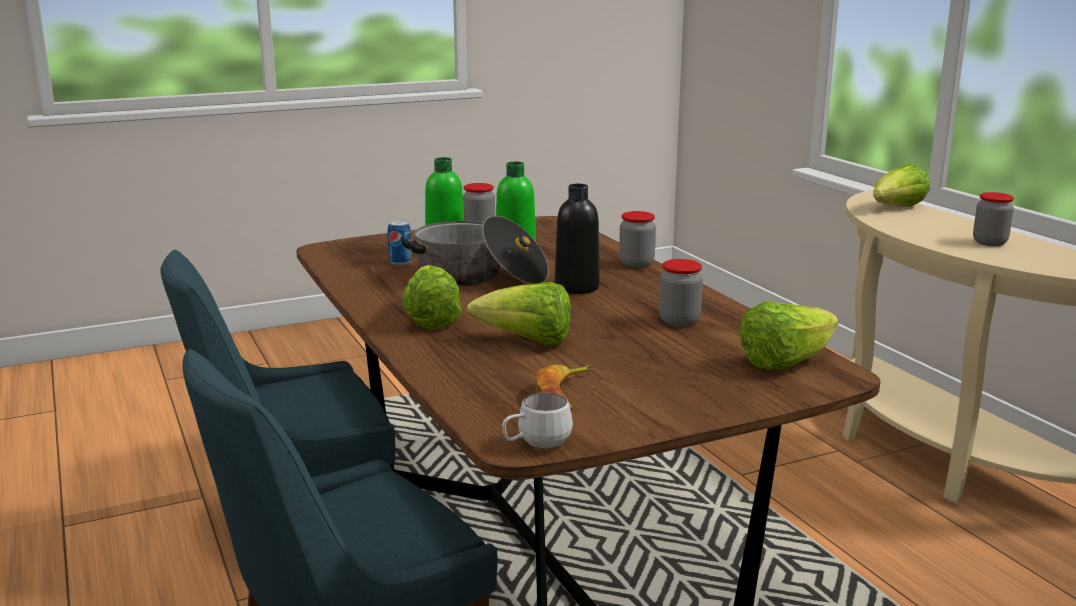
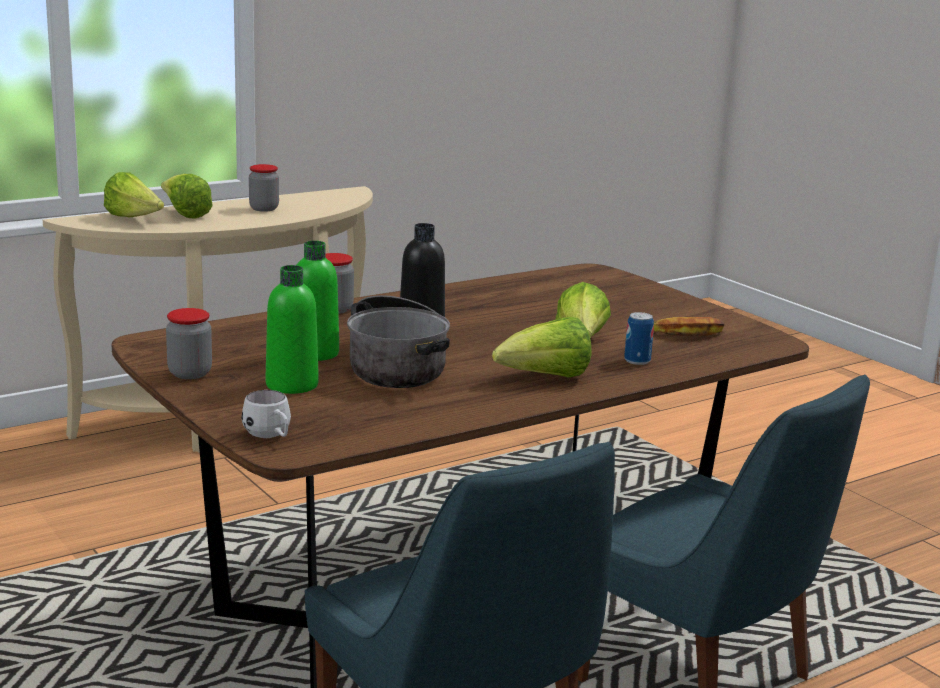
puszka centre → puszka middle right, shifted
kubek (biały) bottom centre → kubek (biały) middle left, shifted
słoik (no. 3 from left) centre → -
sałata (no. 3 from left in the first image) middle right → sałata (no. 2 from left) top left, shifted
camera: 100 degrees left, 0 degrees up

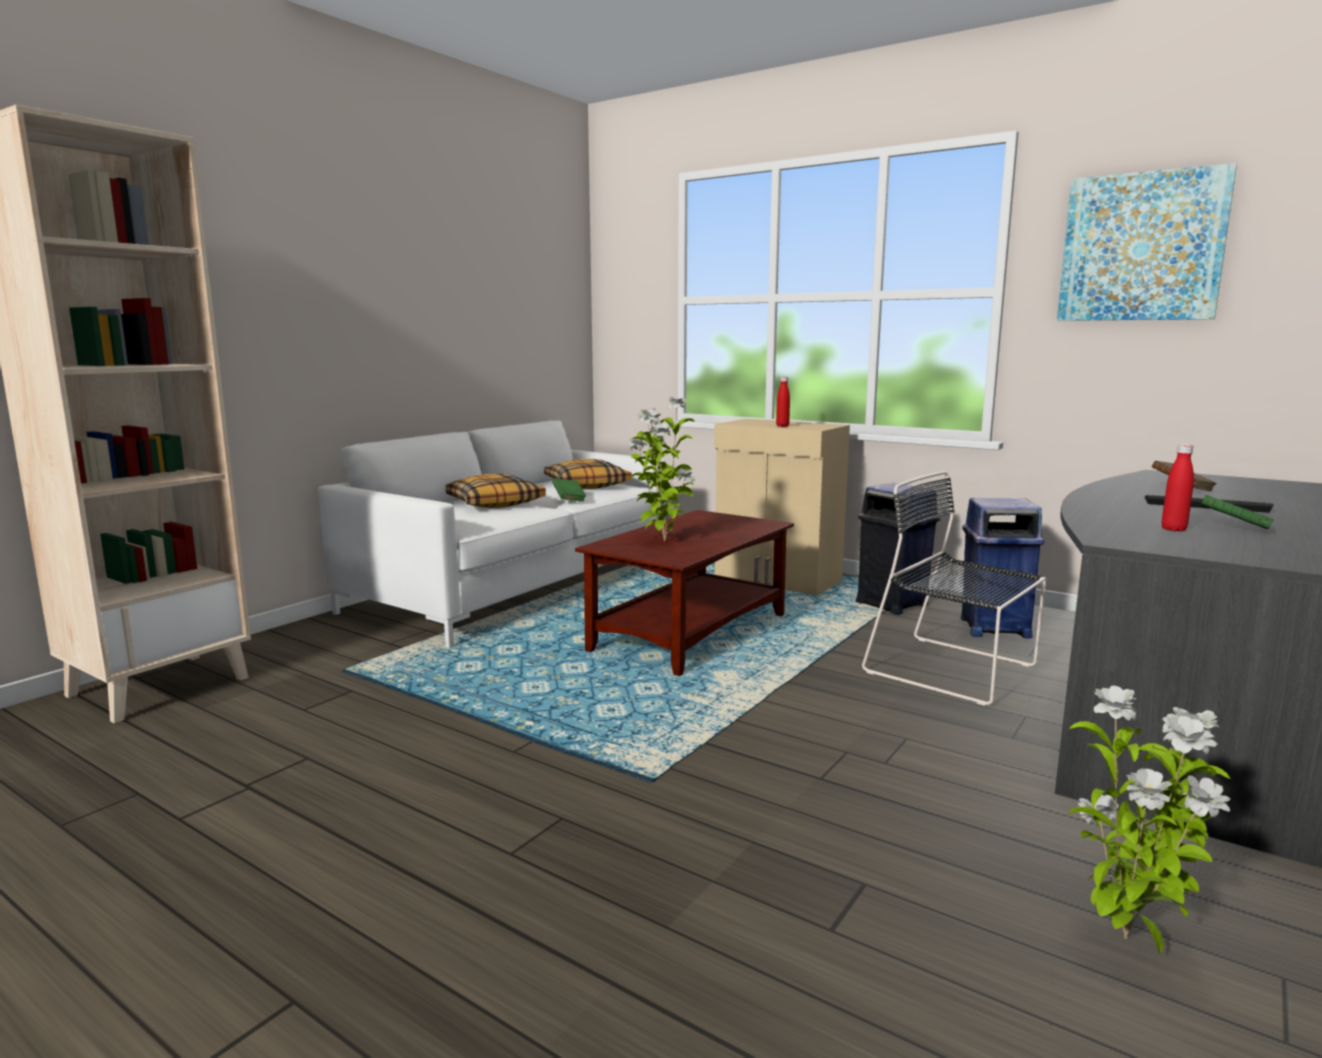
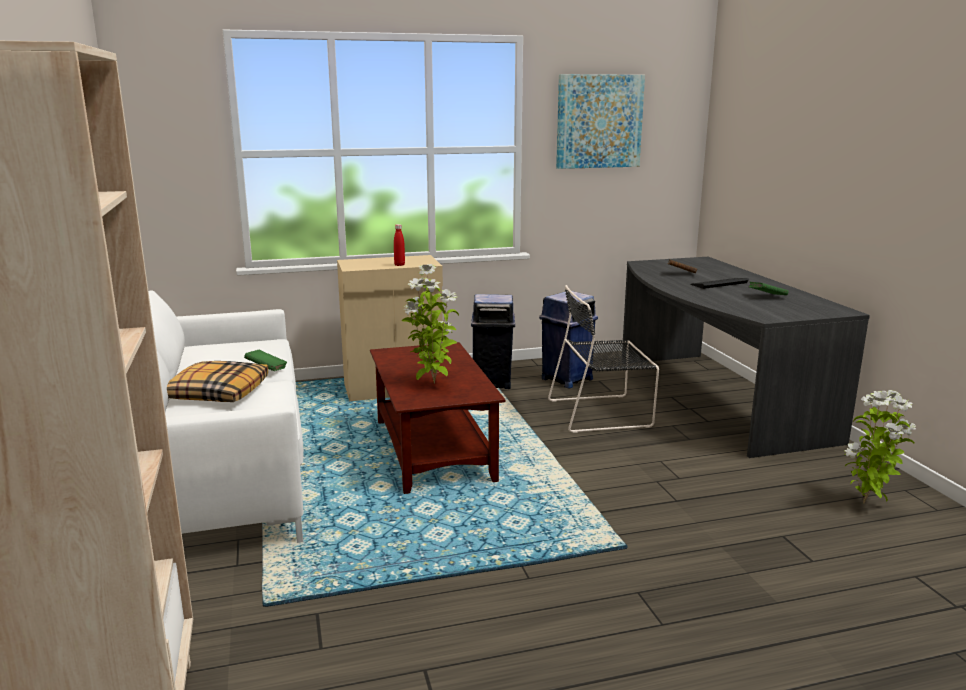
poduszka (no. 2 from left) centre → -
butelka (czerwony) (no. 2 from left) middle right → -
camera: 50 degrees left, 5 degrees up

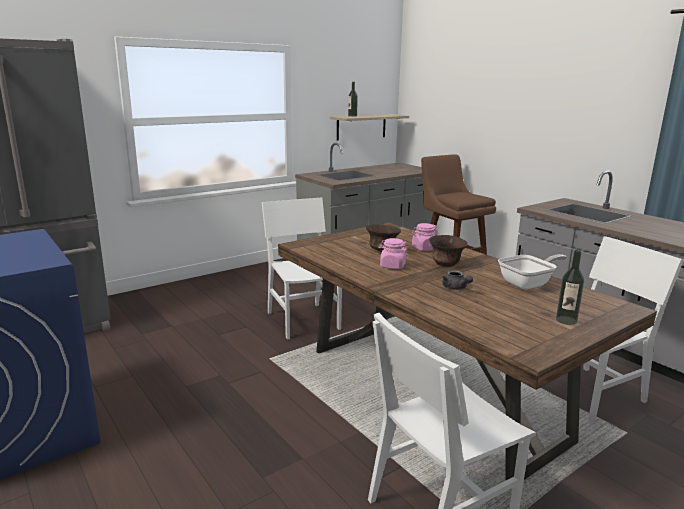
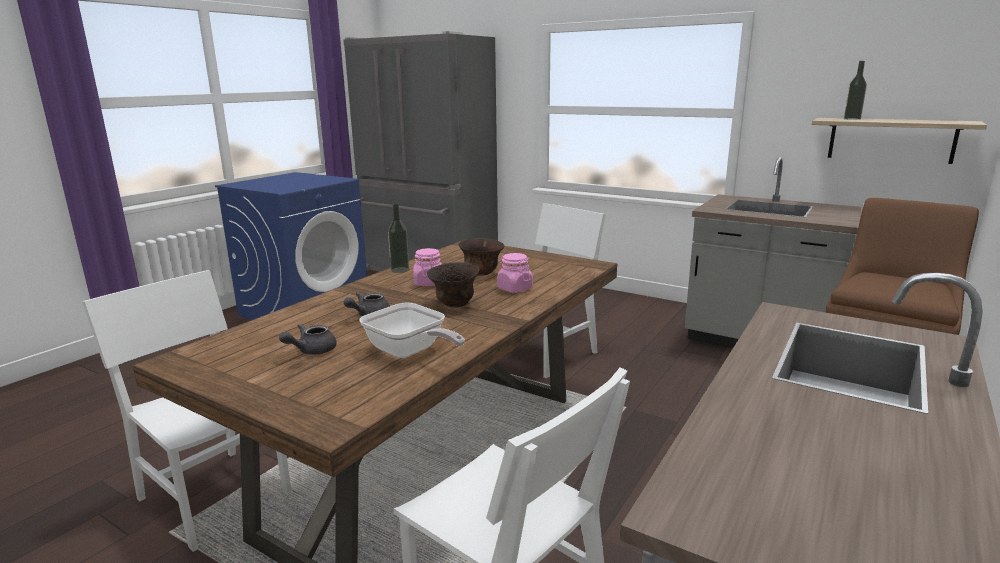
butelka (no. 2 from left in the first image) middle right → butelka (no. 1 from left) centre, shifted
- → imbryk (szary) (no. 1 from left) middle left
camera: 70 degrees right, 0 degrees up

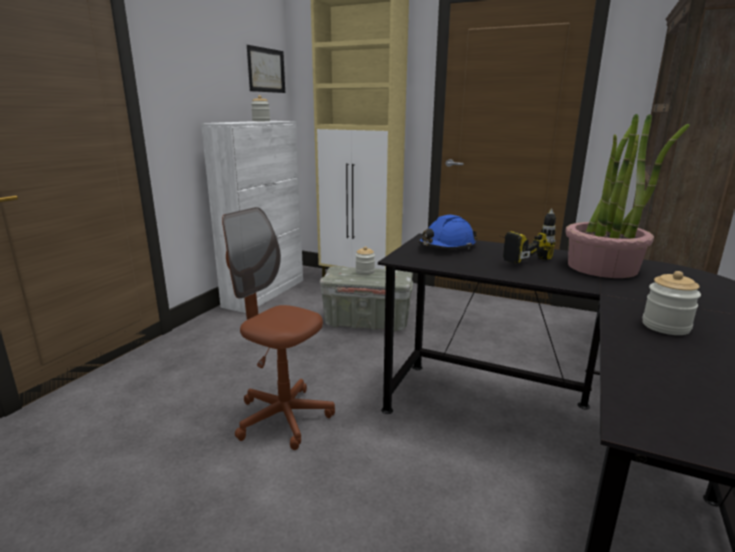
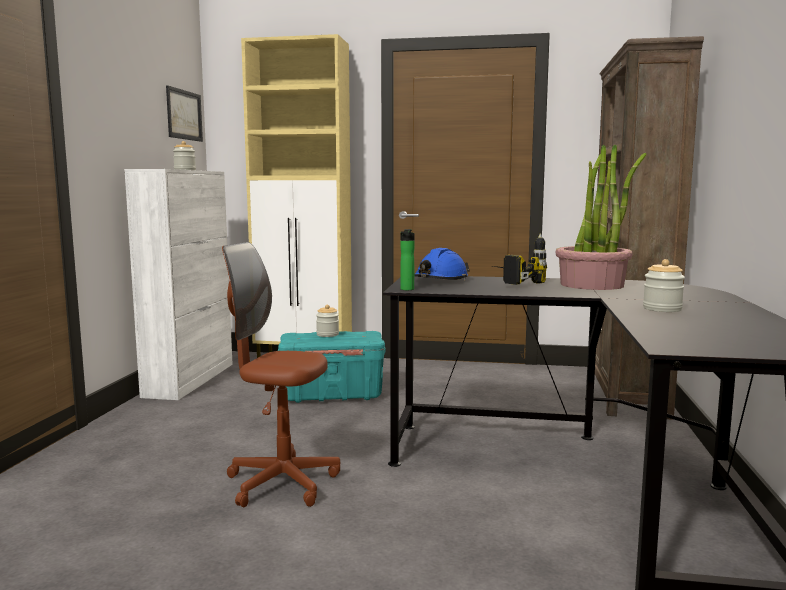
pojemnik do przechowywania (szary) centre → pojemnik do przechowywania (turkusowy) centre
- → butelka centre
camera: 15 degrees left, 10 degrees down

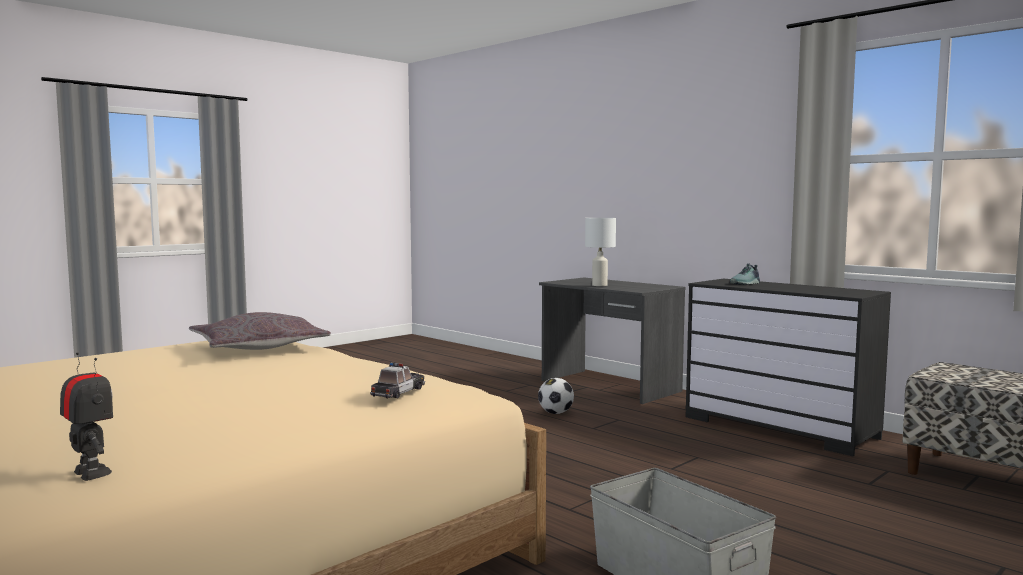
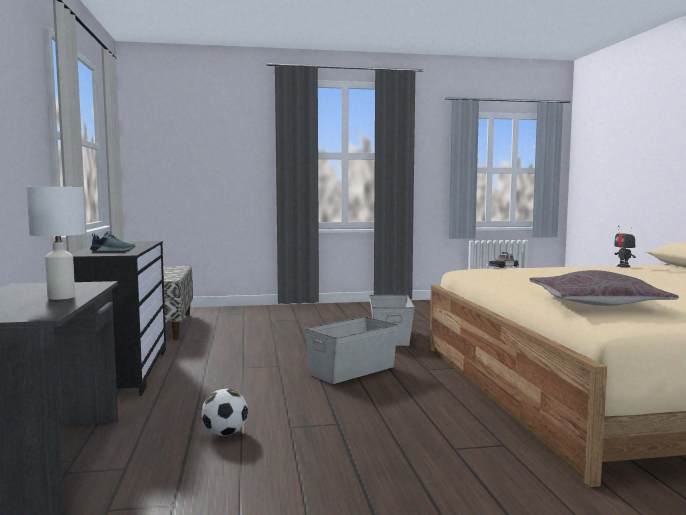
- → pojemnik do przechowywania (szary) (no. 1 from left) bottom centre
camera: 145 degrees left, 0 degrees up

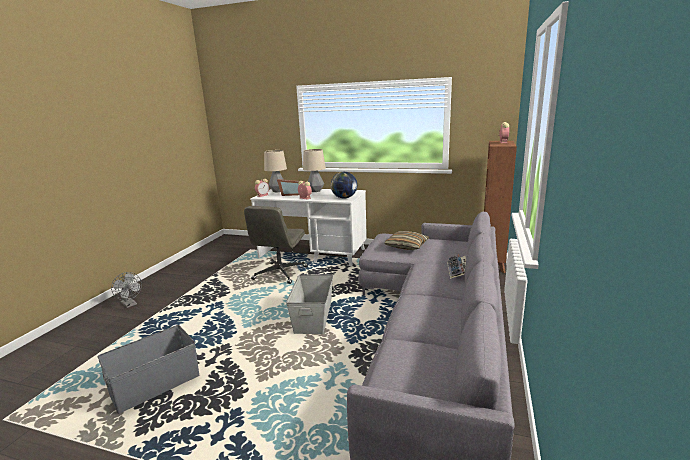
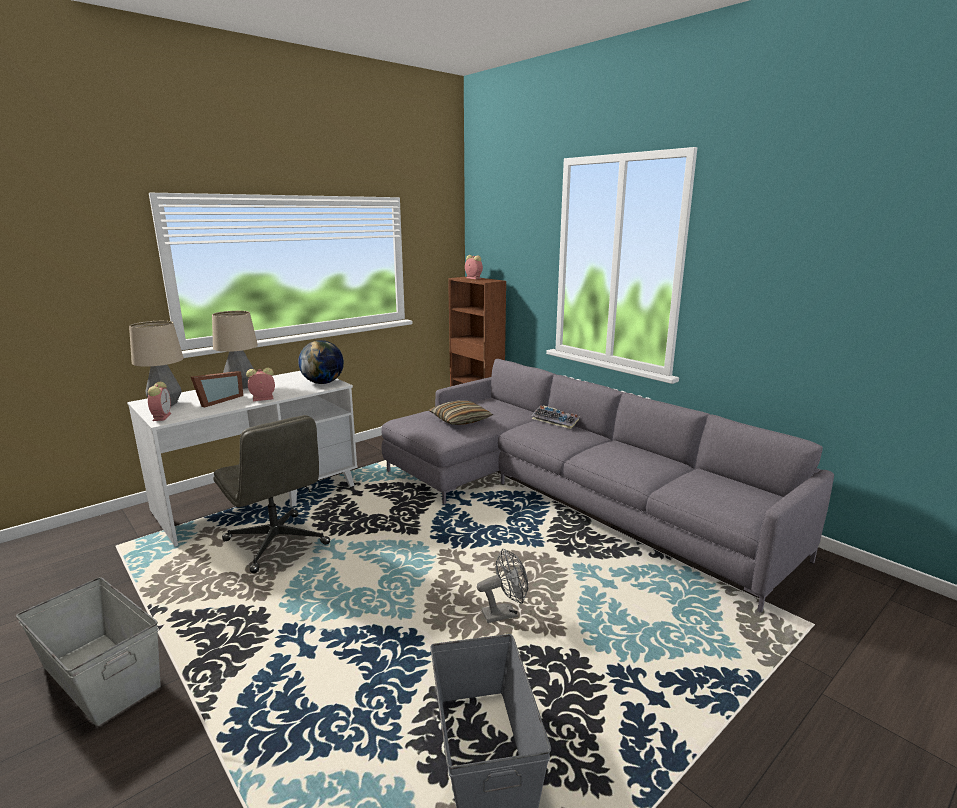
wentylator (szary) middle left → wentylator (szary) bottom centre, shifted
pojemnik do przechowywania (szary) (no. 2 from left in the first image) centre → pojemnik do przechowywania (szary) (no. 1 from left) bottom left, shifted
camera: 60 degrees left, 0 degrees up

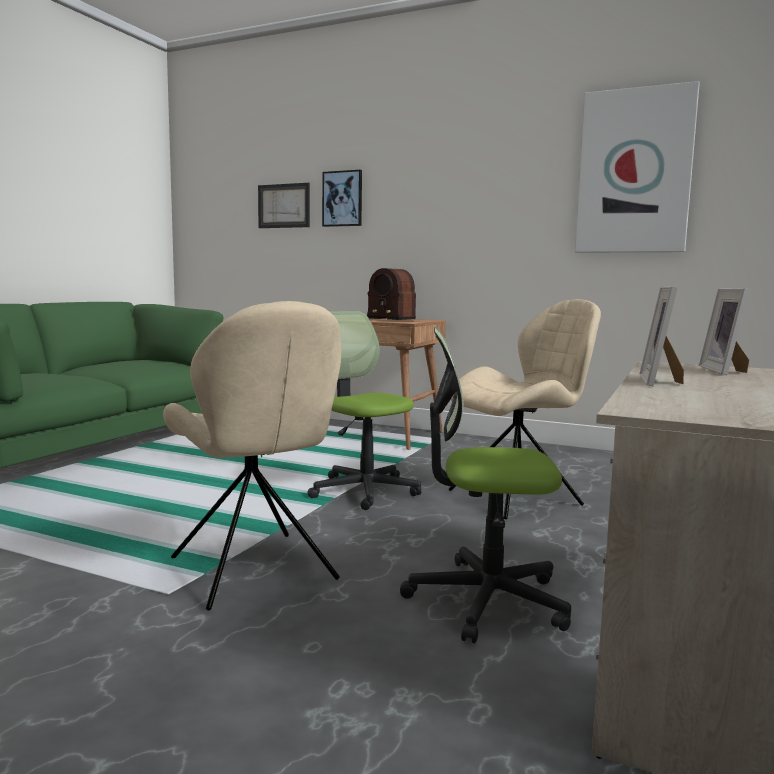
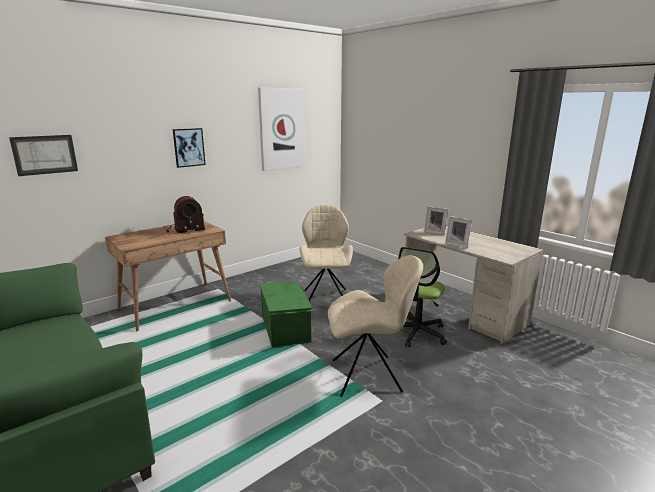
krzesło biurowe (no. 1 from left) centre → pojemnik do przechowywania (zielony) centre
obraz (no. 2 from left) top centre → obraz (no. 2 from left) top left, shifted
camera: 65 degrees left, 10 degrees up

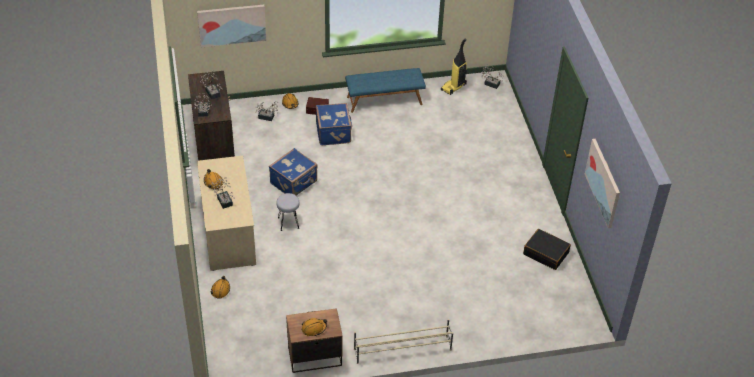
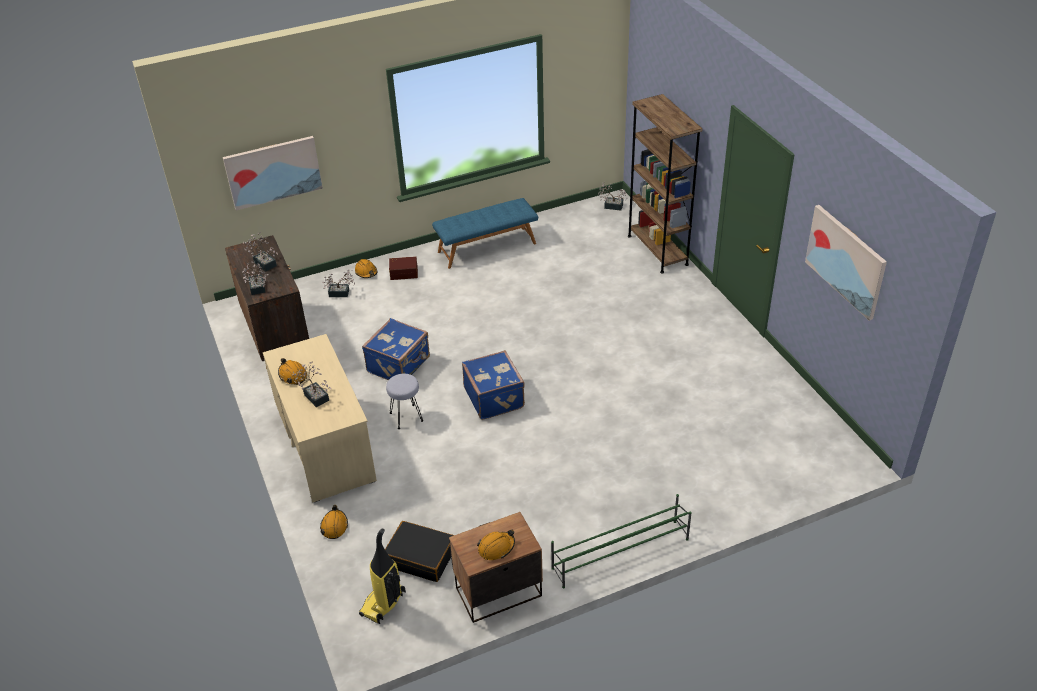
walizka (niebieski) (no. 2 from left) top centre → walizka (niebieski) (no. 2 from left) centre, shifted
regał na buty (beżowy) bottom centre → regał na buty (zielony) bottom centre
odkurzacz top centre → odkurzacz bottom centre, shifted
walizka (czarny) middle right → walizka (czarny) bottom centre, shifted
- → regał (brązowy) top centre
camera: 10 degrees left, 5 degrees down

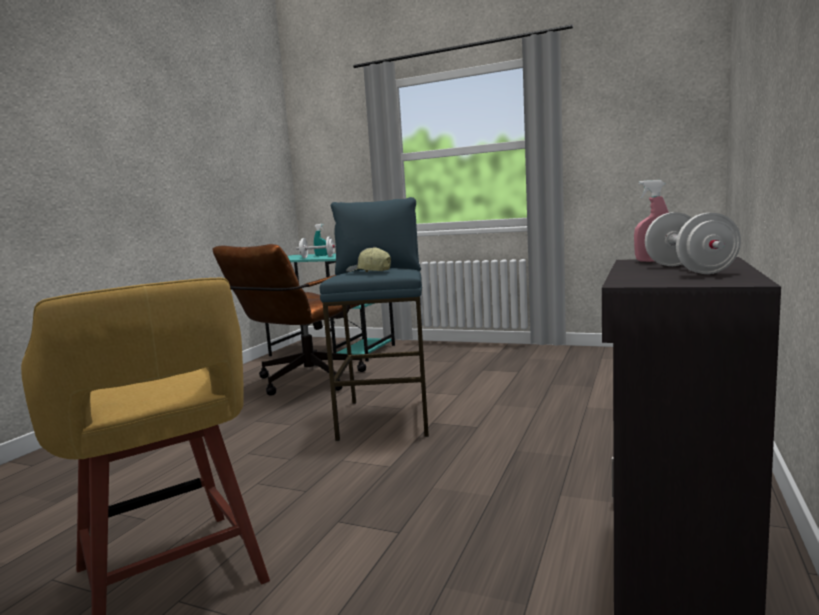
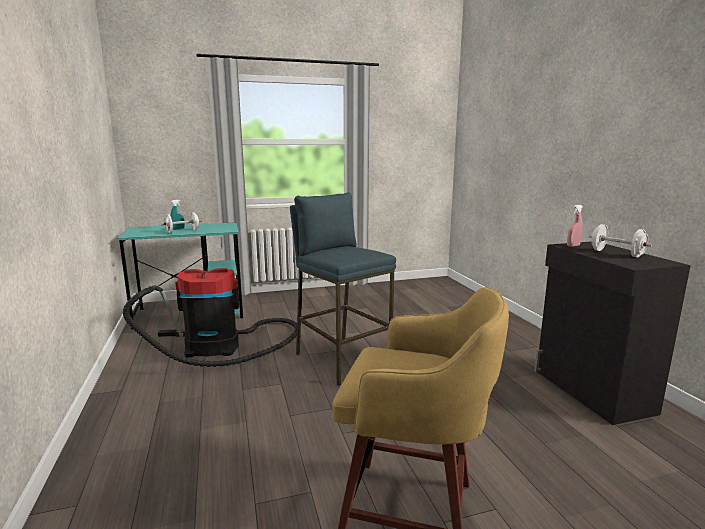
krzesło biurowe (brązowy) centre → odkurzacz middle left
czapka z daszkiem centre → -
camera: 40 degrees left, 5 degrees up

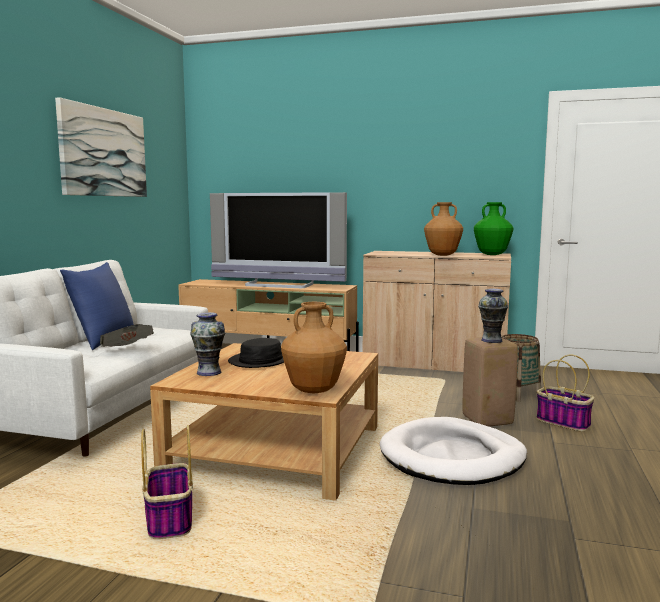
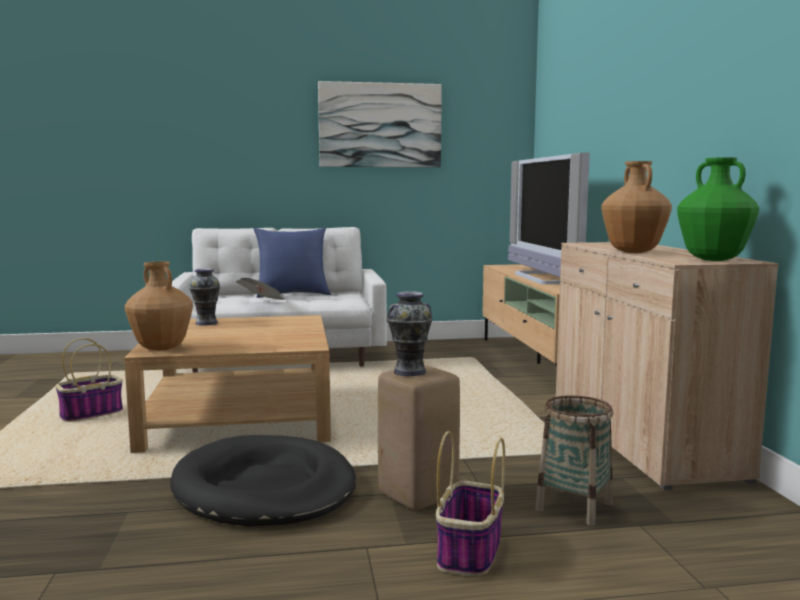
kapelusz (czarny) centre → -
legowisko (biały) bottom right → legowisko (czarny) bottom left
camera: 65 degrees right, 0 degrees up

